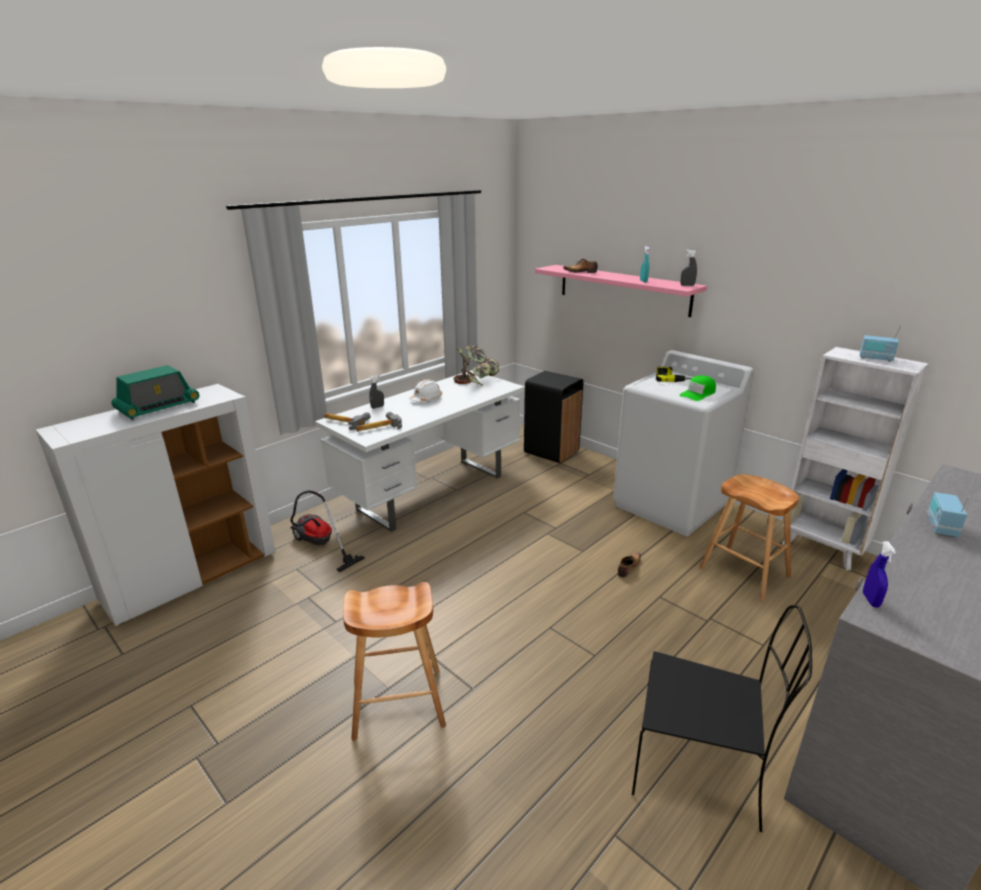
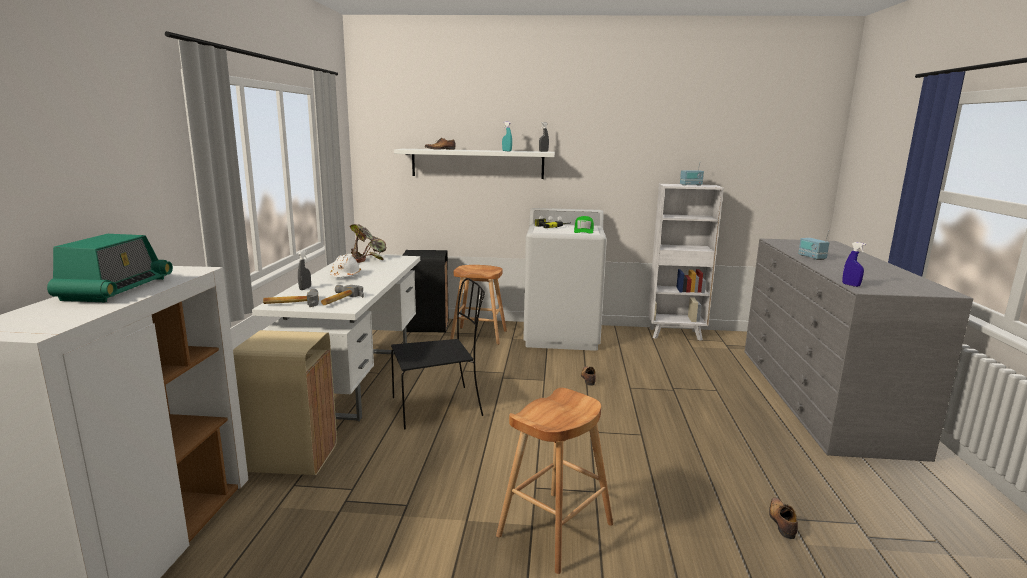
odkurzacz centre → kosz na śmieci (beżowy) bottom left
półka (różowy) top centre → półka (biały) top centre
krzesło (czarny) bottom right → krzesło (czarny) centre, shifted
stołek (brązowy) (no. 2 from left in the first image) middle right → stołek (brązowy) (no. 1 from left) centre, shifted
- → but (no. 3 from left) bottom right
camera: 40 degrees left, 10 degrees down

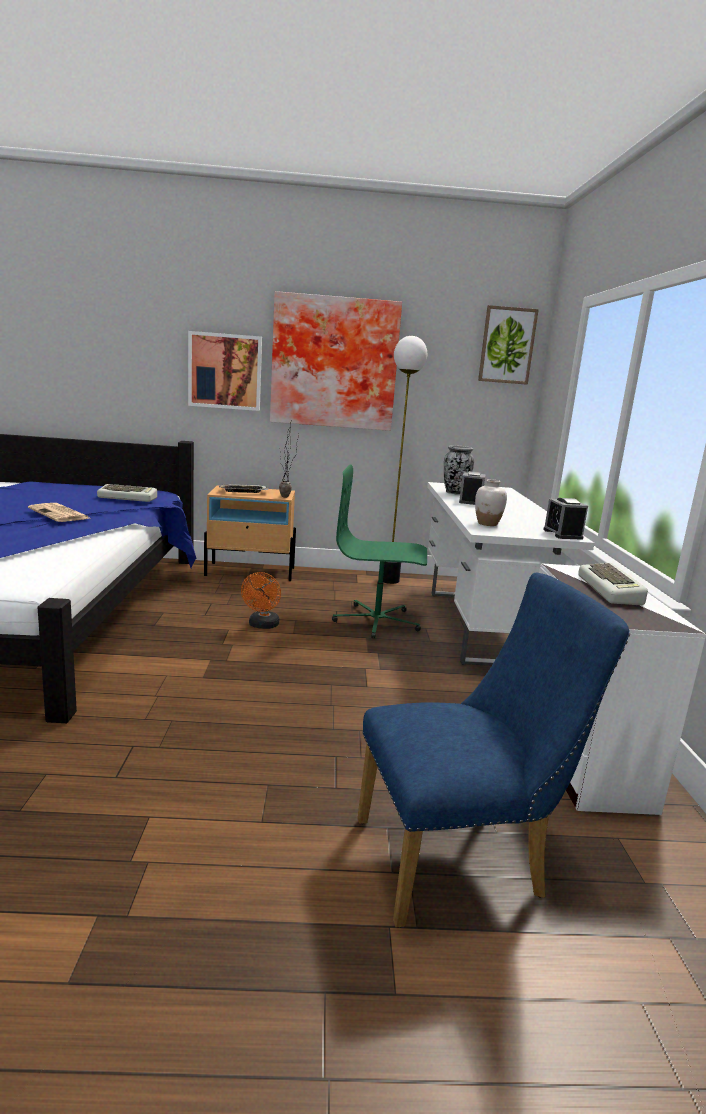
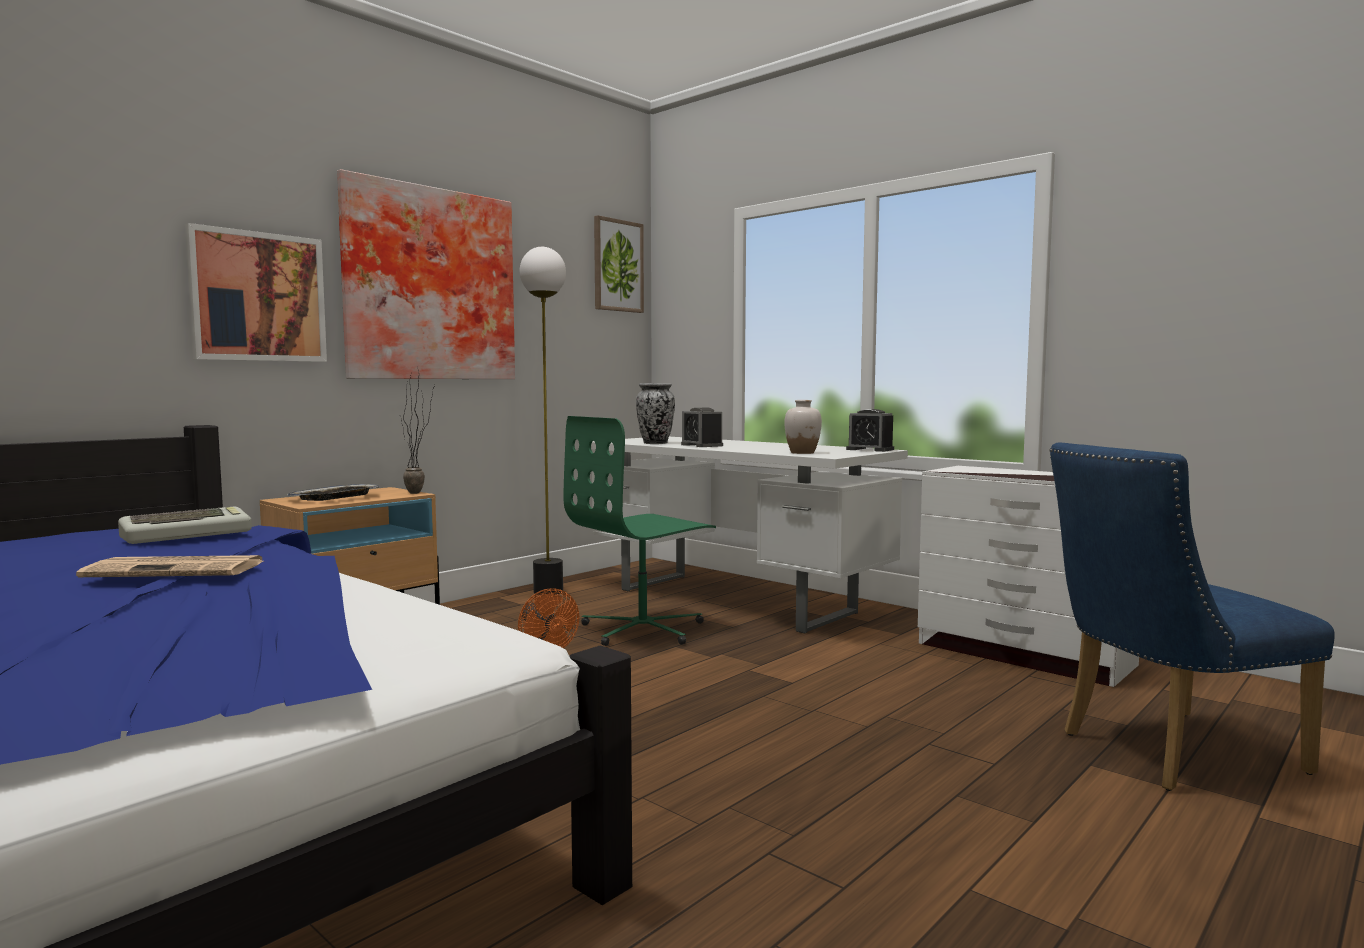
krzesło (niebieski) bottom right → krzesło (niebieski) middle right, 135 degrees counterclockwise
klawiatura (no. 2 from left) middle right → -
camera: 45 degrees left, 10 degrees down

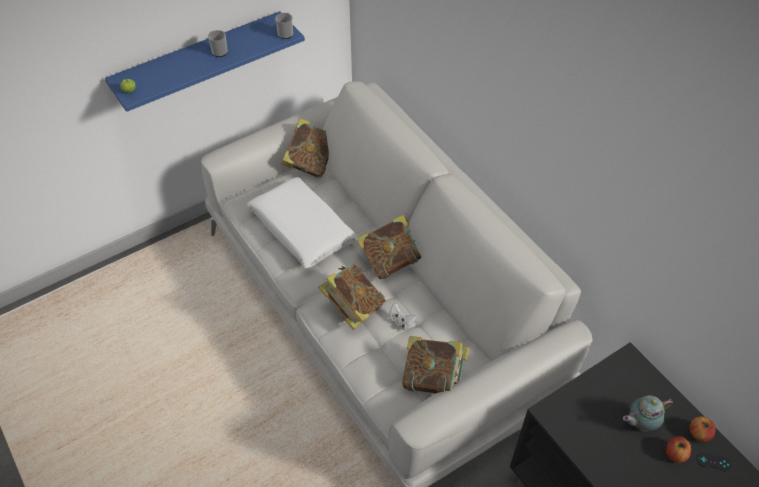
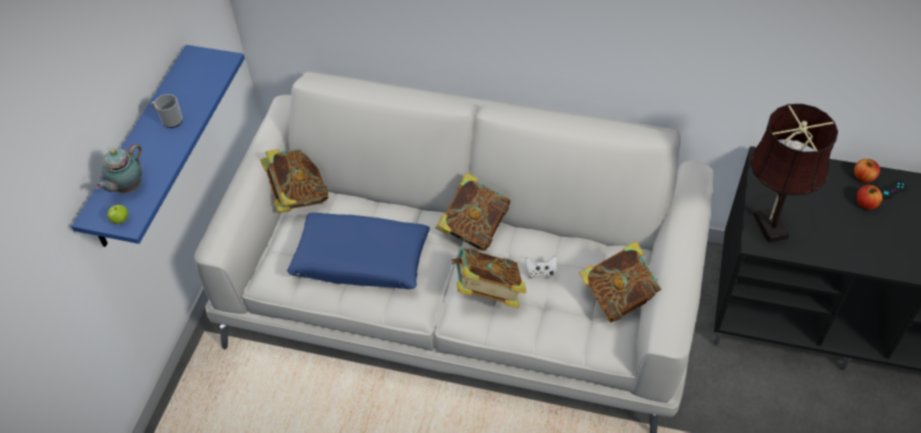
poduszka (biały) centre → poduszka (niebieski) centre
kubek (no. 2 from left) top centre → -
imbryk bottom right → imbryk middle left, shifted
- → lampa stołowa (brązowy) middle right
camera: 40 degrees left, 0 degrees up

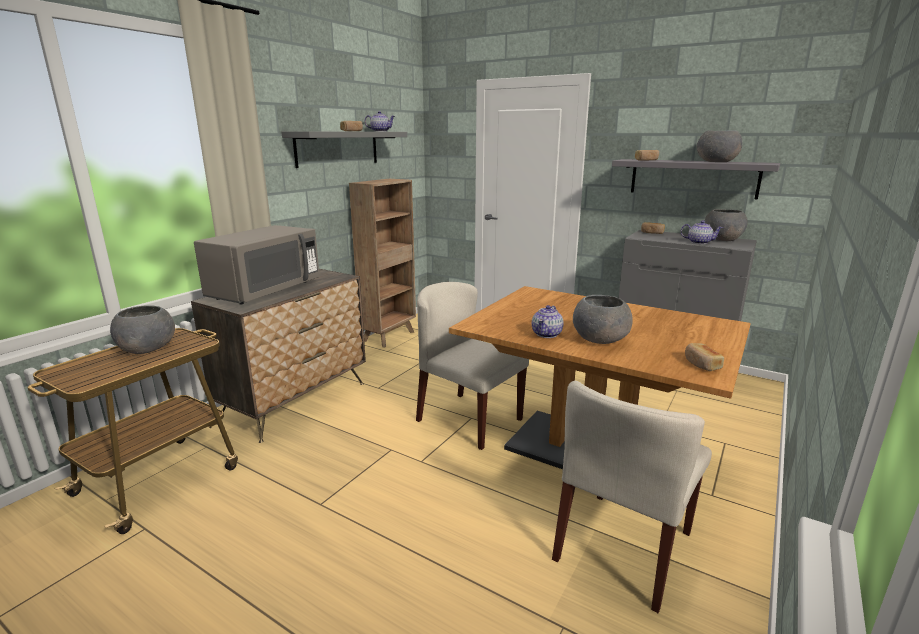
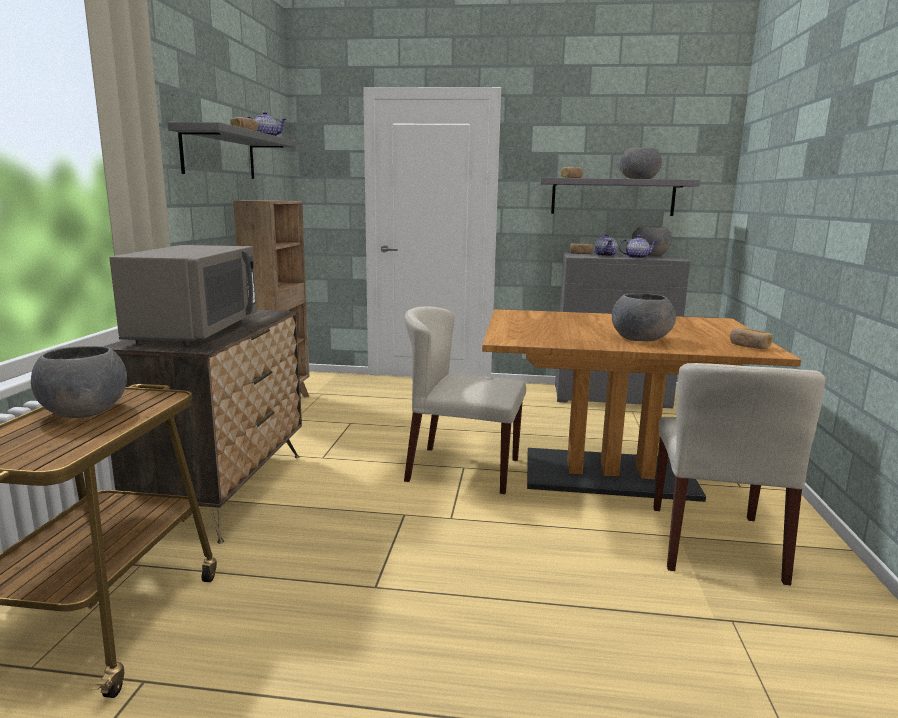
imbryk (no. 2 from left) centre → imbryk (no. 2 from left) middle right, shifted
camera: 25 degrees left, 5 degrees down

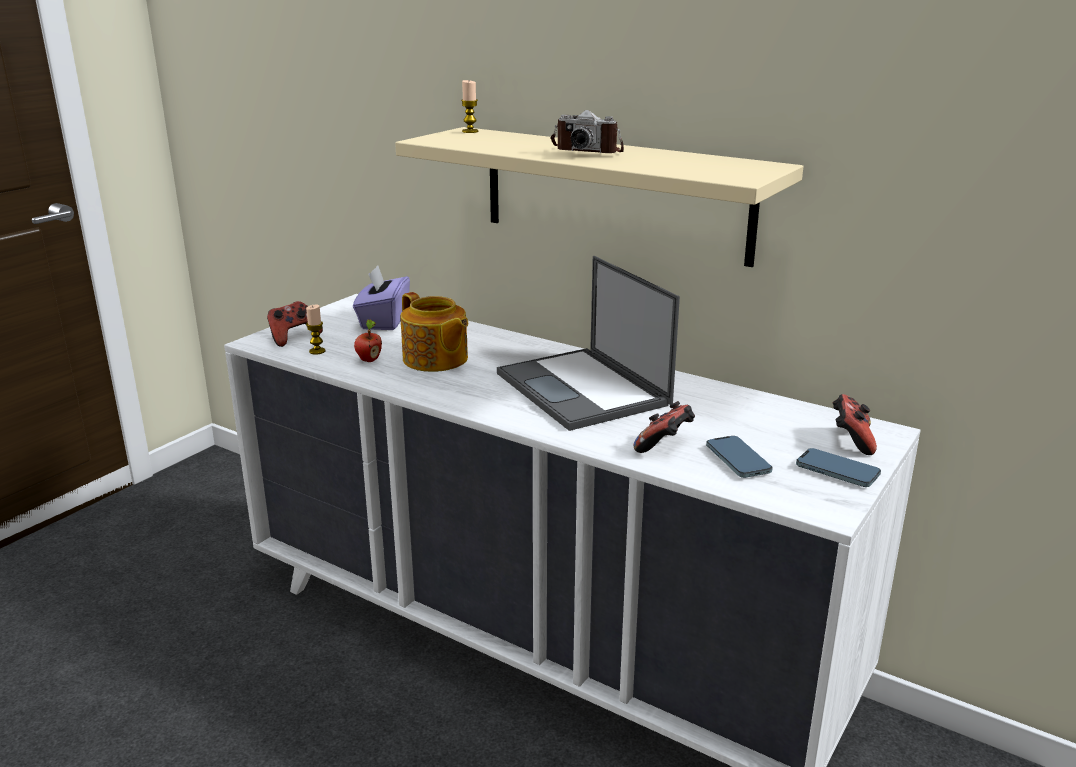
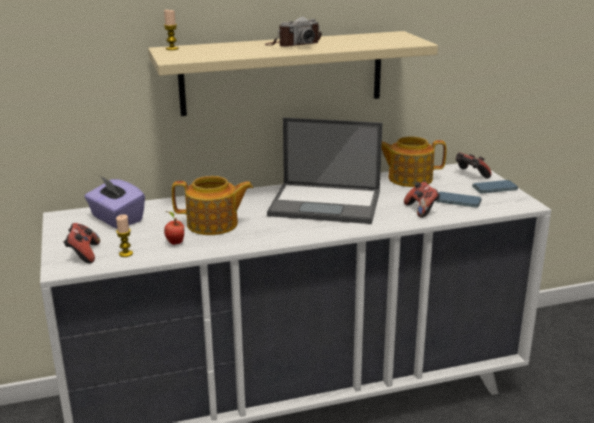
- → imbryk (no. 2 from left) middle right
camera: 50 degrees left, 0 degrees up

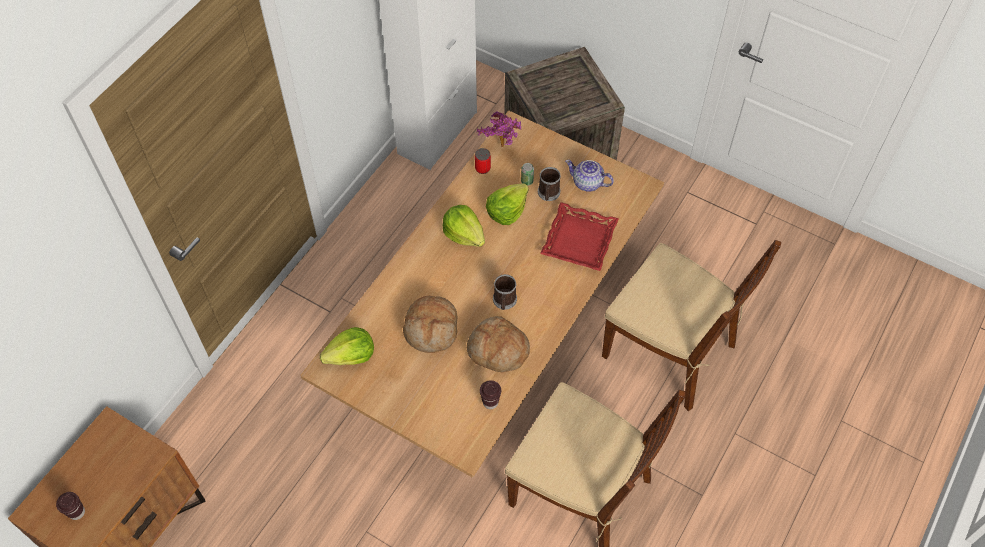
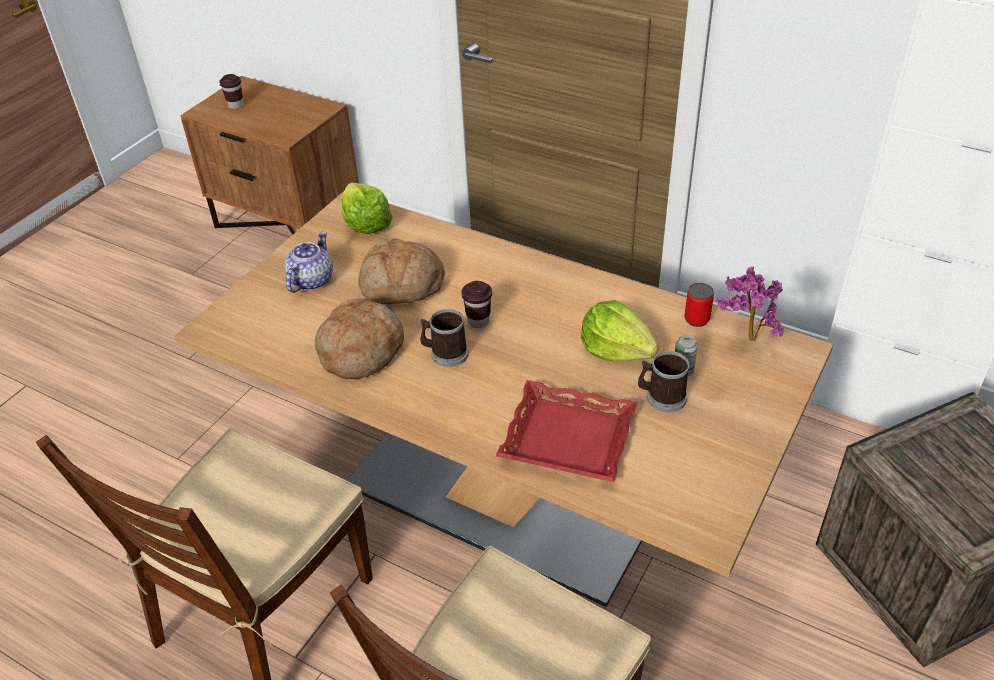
sałata (no. 2 from left) centre → -
filiżanka (brązowy) (no. 2 from left) bottom centre → filiżanka (brązowy) (no. 2 from left) centre, shifted
imbryk top centre → imbryk middle left, shifted
camera: 90 degrees right, 15 degrees down

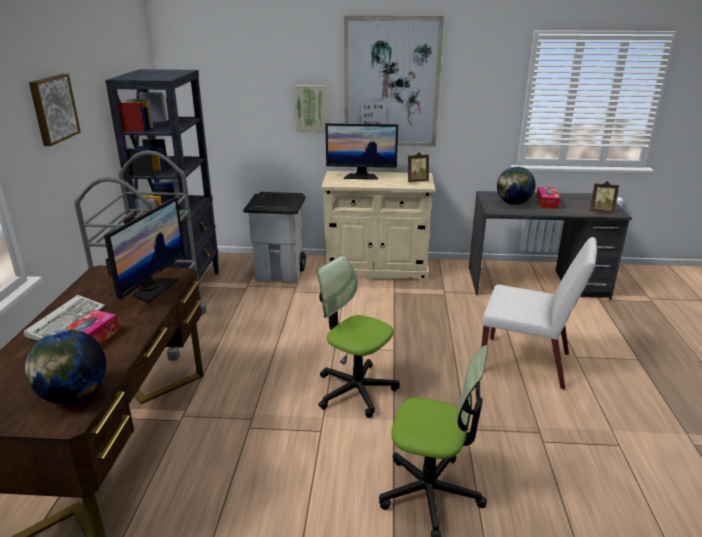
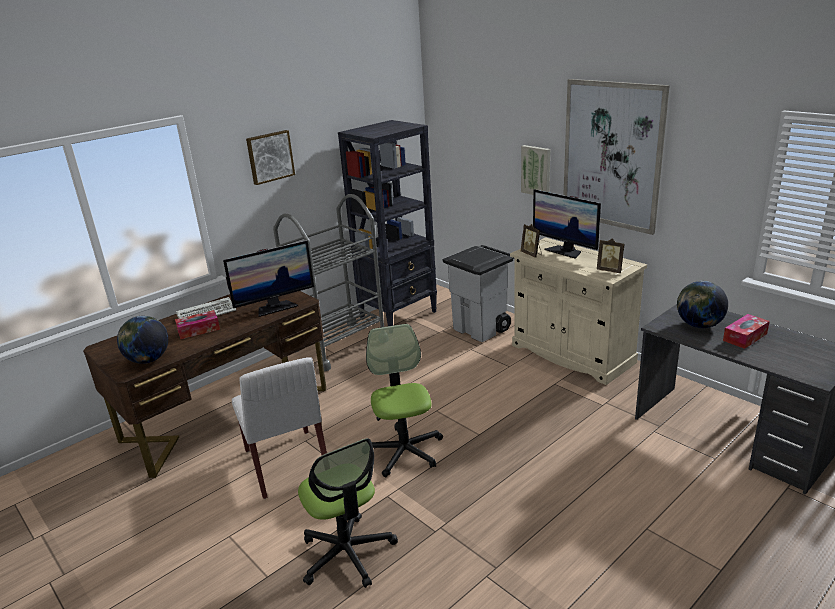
krzesło (biały) middle right → krzesło (biały) bottom centre, shifted
ramka na zdjęcie (no. 2 from left in the first image) middle right → ramka na zdjęcie (no. 1 from left) centre, shifted
camera: 45 degrees right, 0 degrees up

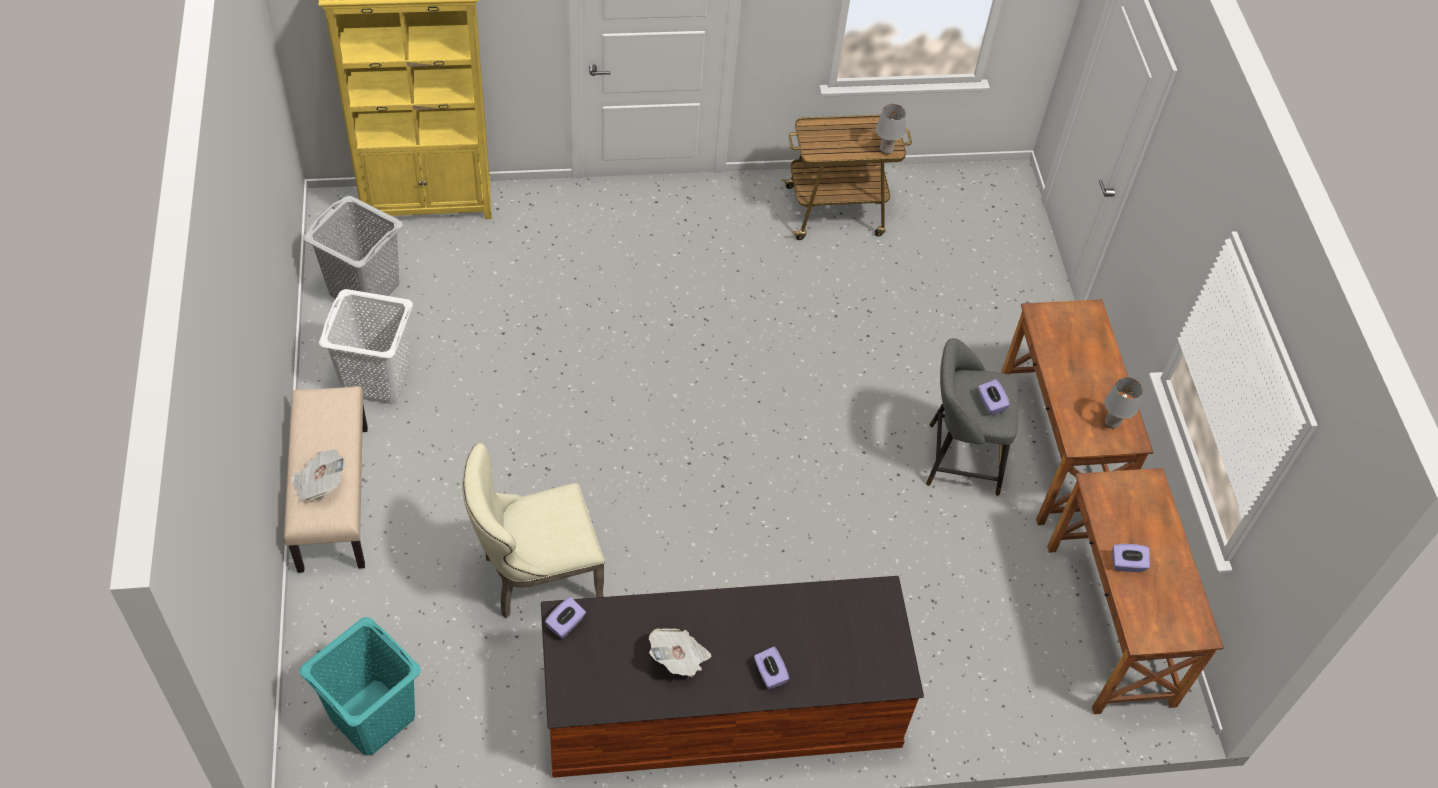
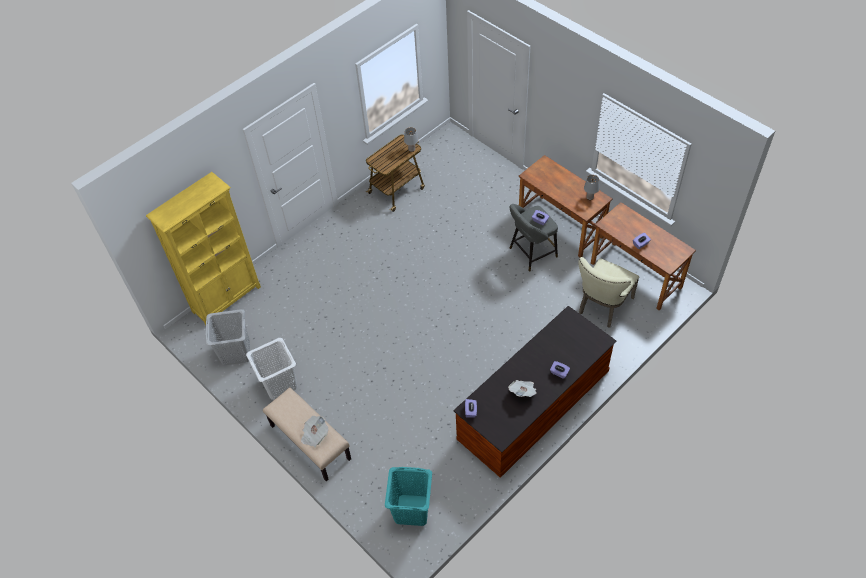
krzesło (beżowy) bottom centre → krzesło (beżowy) middle right, shifted
camera: 30 degrees left, 0 degrees up

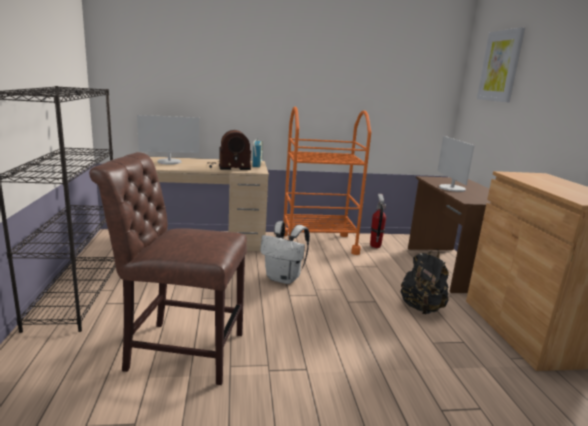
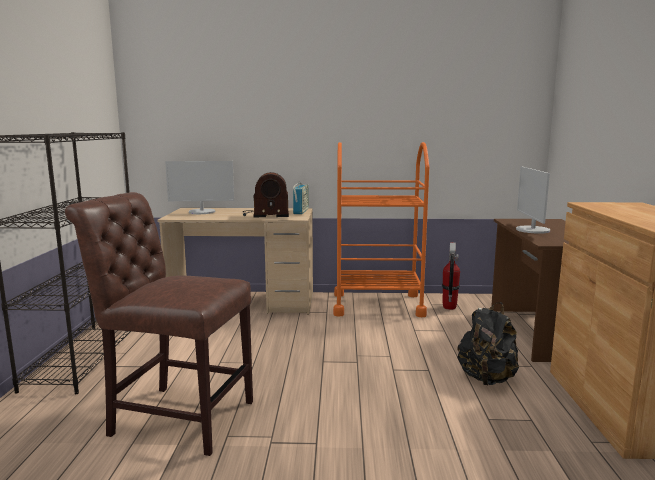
plecak (biały) centre → -
obraz top right → -
camera: 10 degrees right, 5 degrees down

